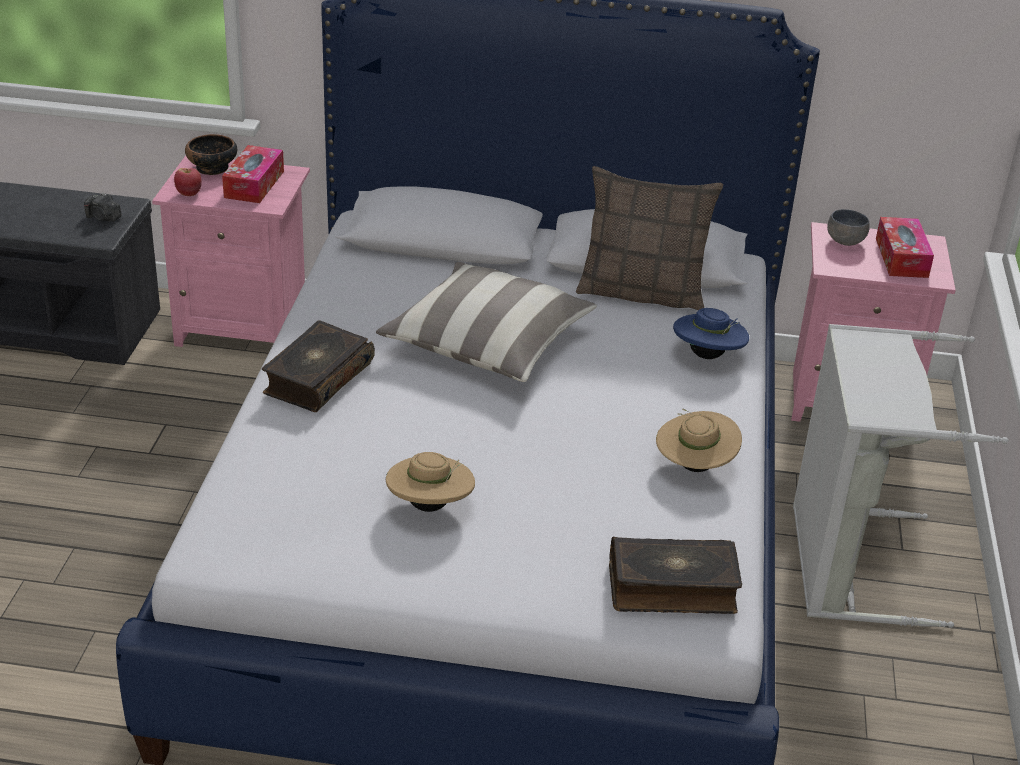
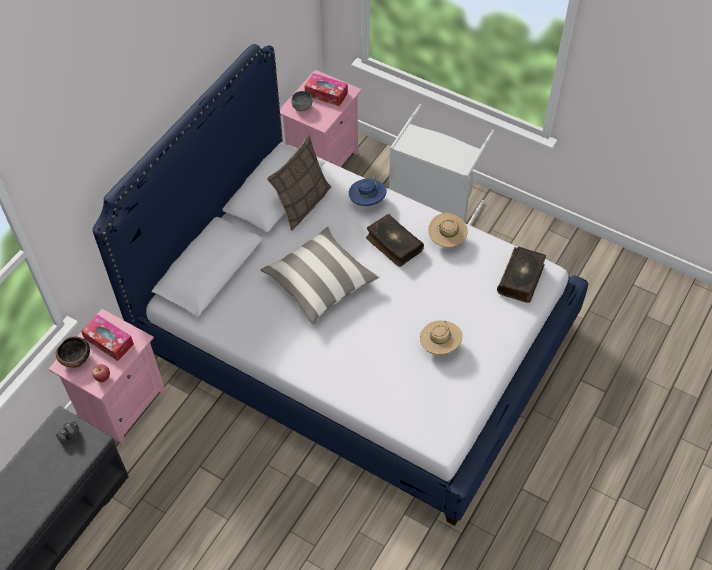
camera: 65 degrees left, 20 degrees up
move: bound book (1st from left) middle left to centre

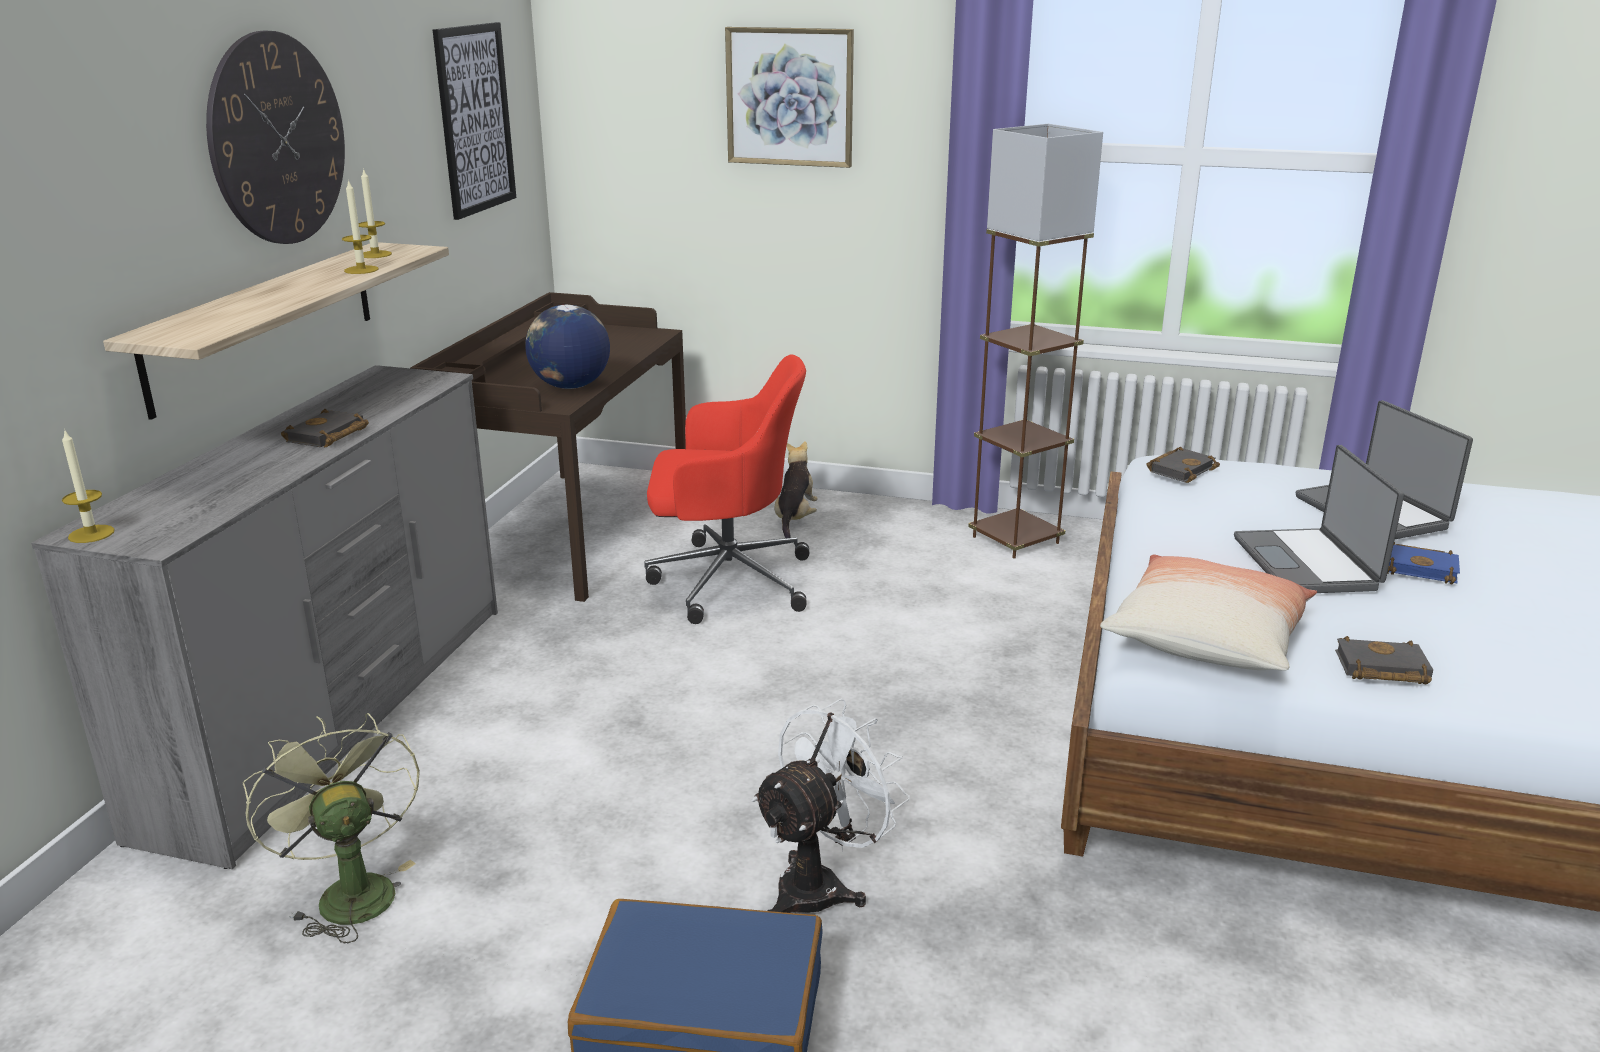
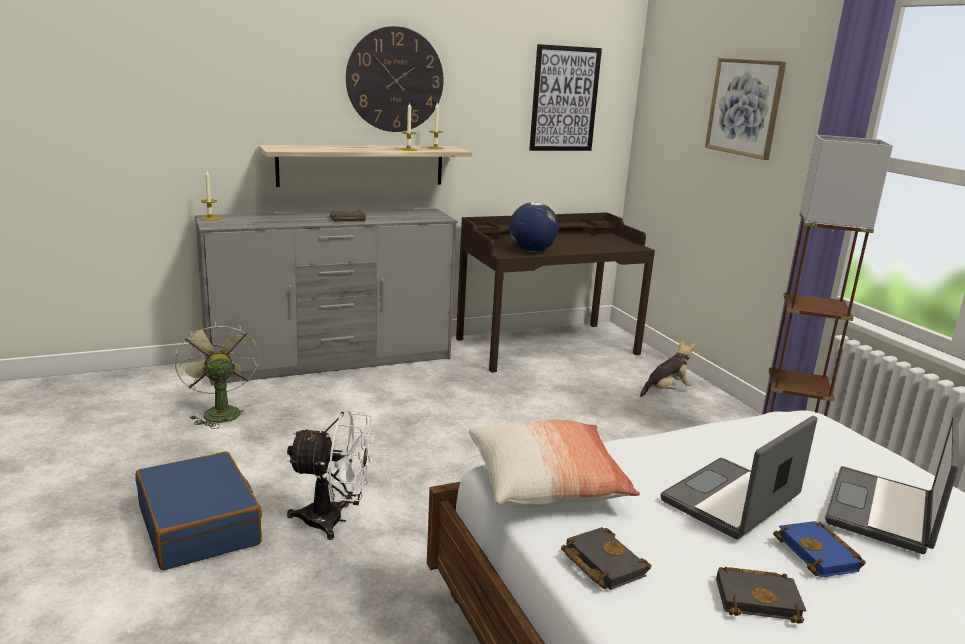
camera: 50 degrees right, 5 degrees down
delete: red office chair centre
move: blackish bound book (2nd from left in the first image) middle right to blackish bound book (3rd from left) bottom right
rotate: greenish fan bottom left = middle left 45 degrees counterclockwise

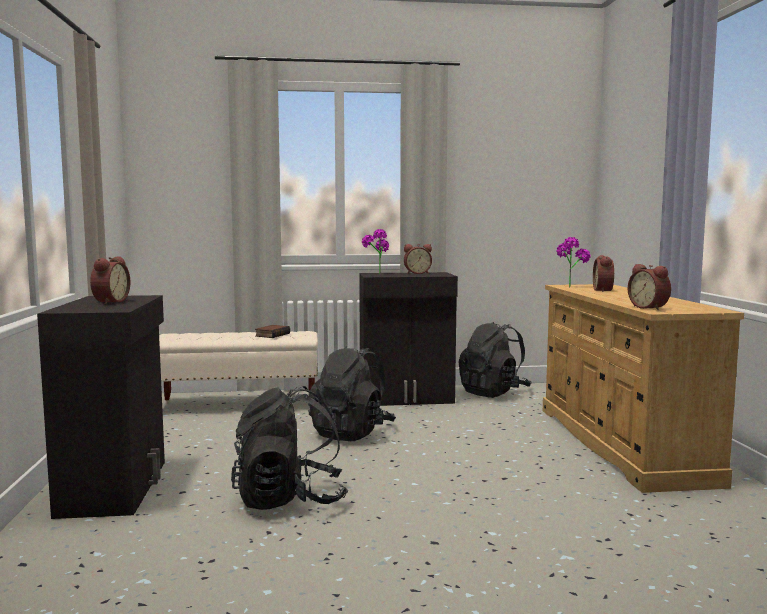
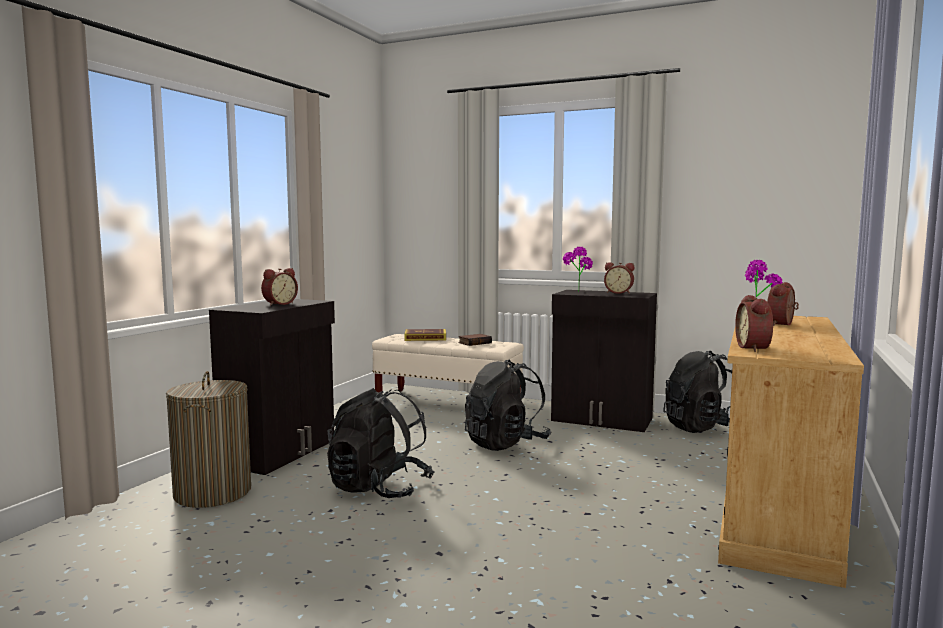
camera: 30 degrees right, 0 degrees up
insert: washing basket bottom left; bound book (1st from left) centre

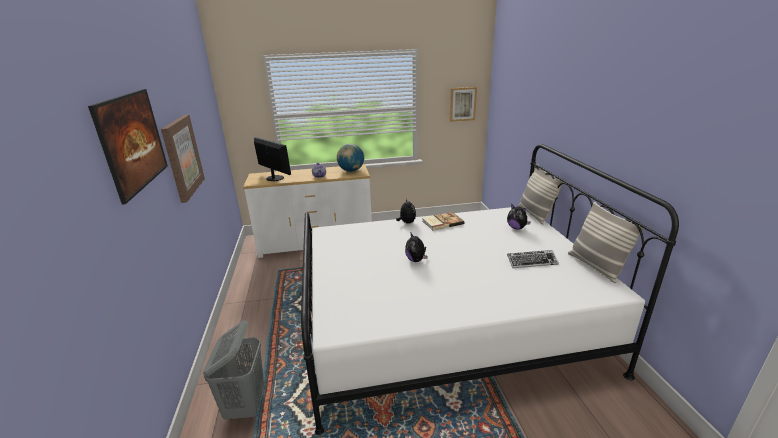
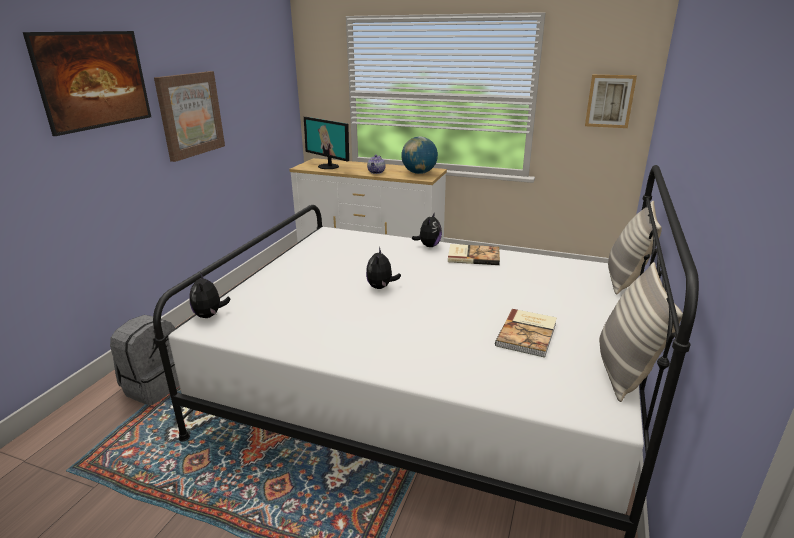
camera: 30 degrees right, 0 degrees up
move: plush toy (3rd from left in the first image) middle right to plush toy (1st from left) middle left
replace: grey washing basket bottom left to grey backpack bottom left; PC keyboard middle right to bound book (2nd from left) centre
rotate: computer display centre = top centre 150 degrees clockwise

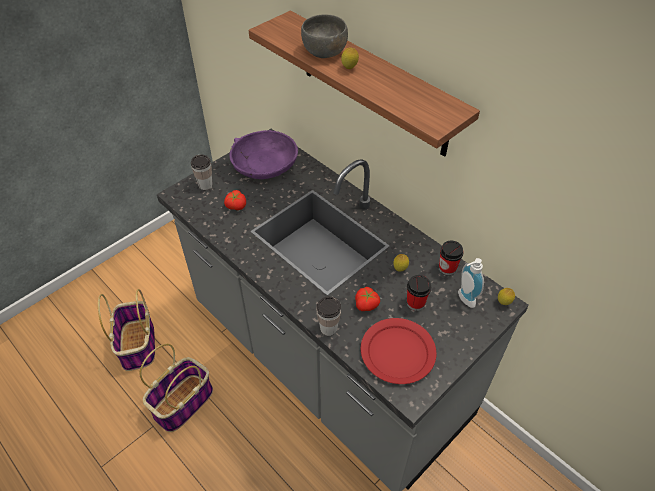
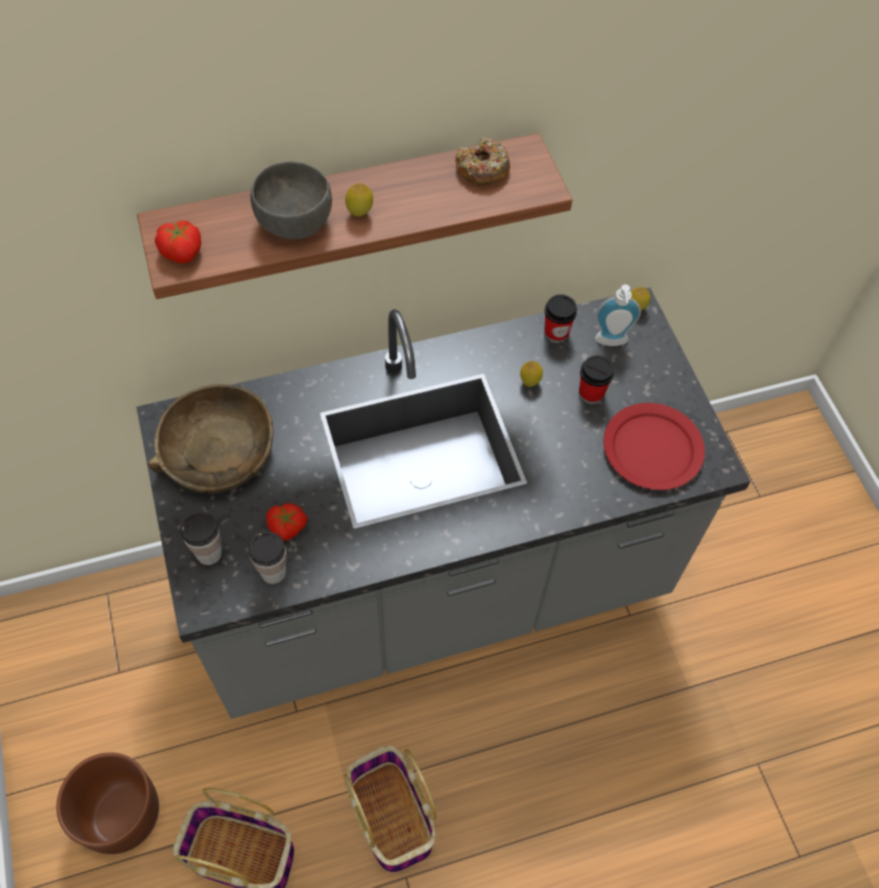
camera: 65 degrees left, 10 degrees up
insert: brown planter bottom left; ring doughnut top centre
move: small cup (2nd from left) centre to middle left; tomato (2nd from left in the first image) centre to tomato (1st from left) top left
recolor: purplish serving bowl top centre to brown serving bowl middle left

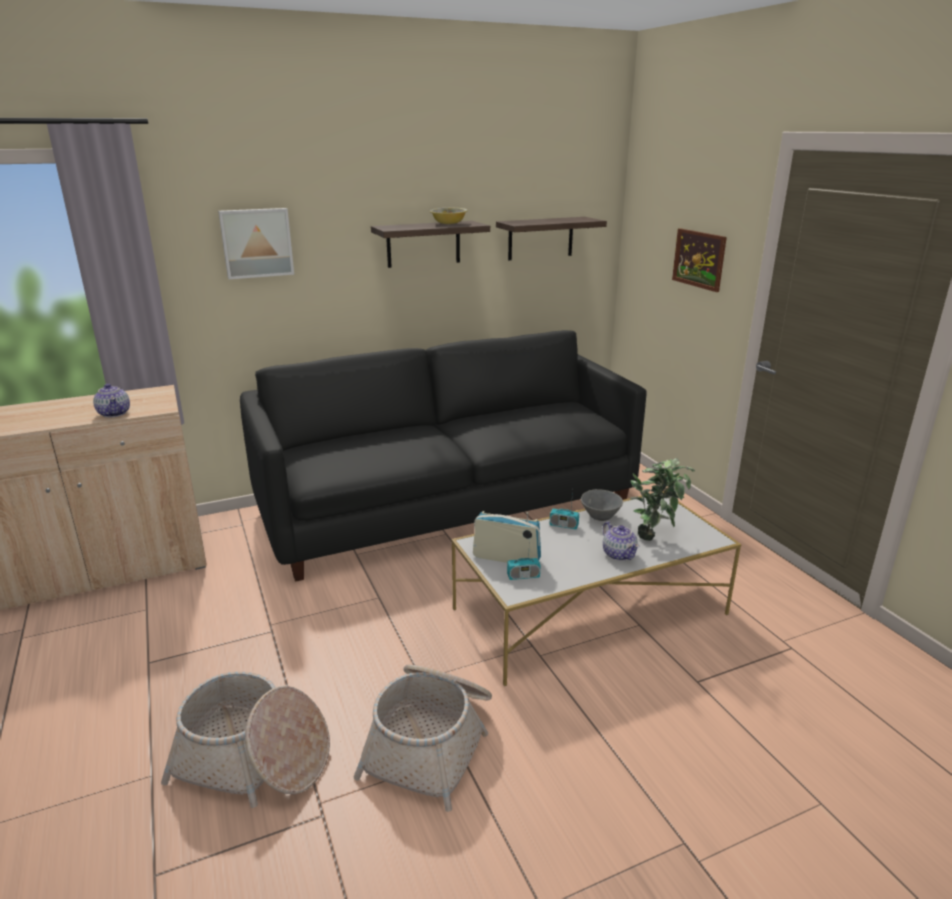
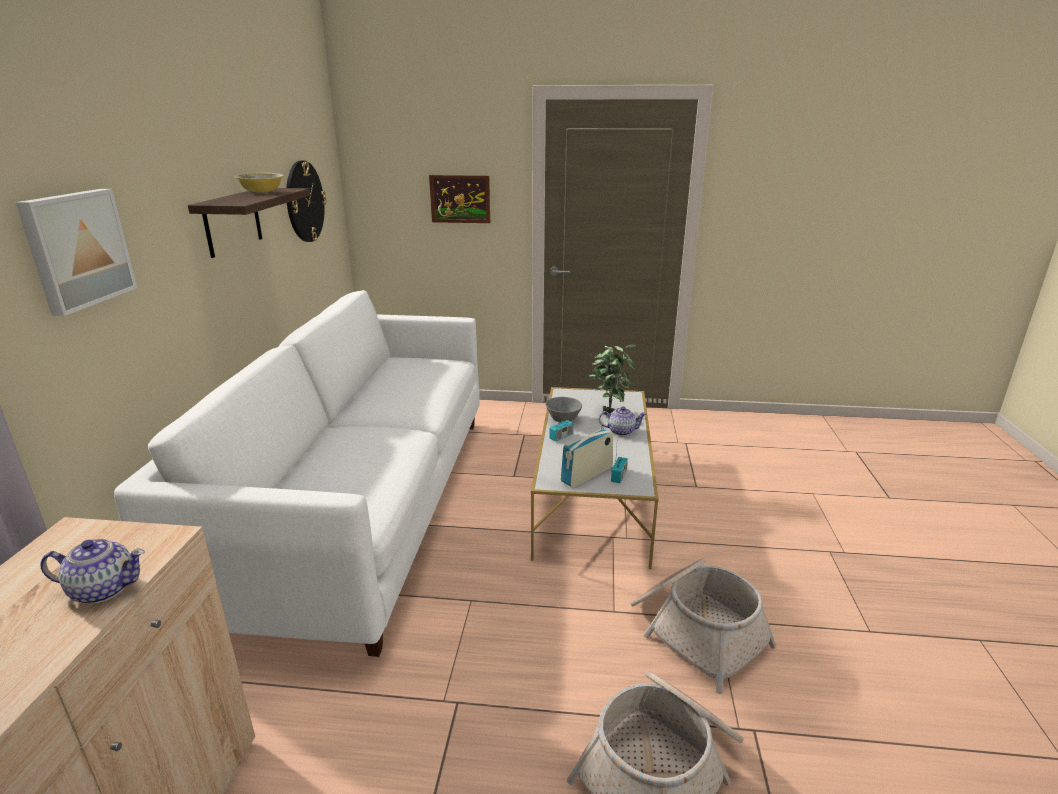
camera: 60 degrees left, 0 degrees up
replace: bracket shelf (2nd from left) top centre to clock on the wall top left
recolor: blackish settee centre to whitish settee middle left

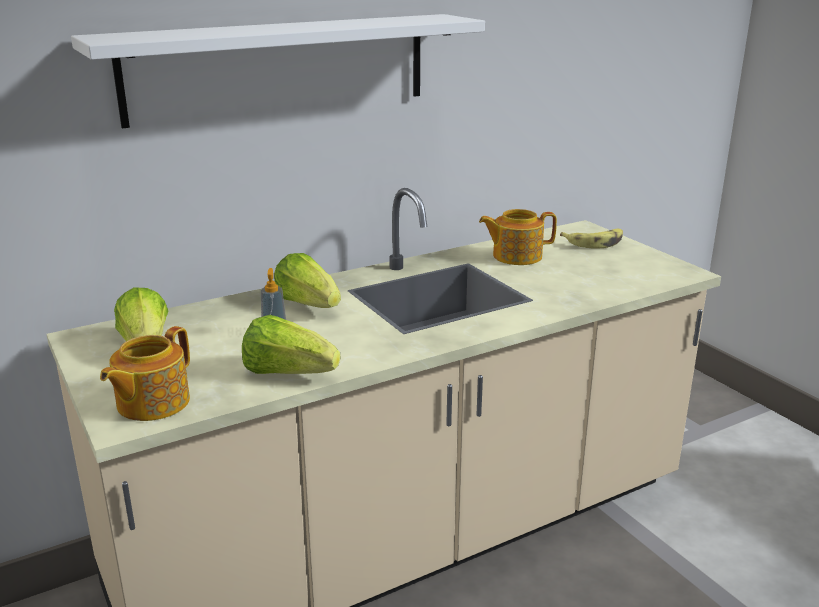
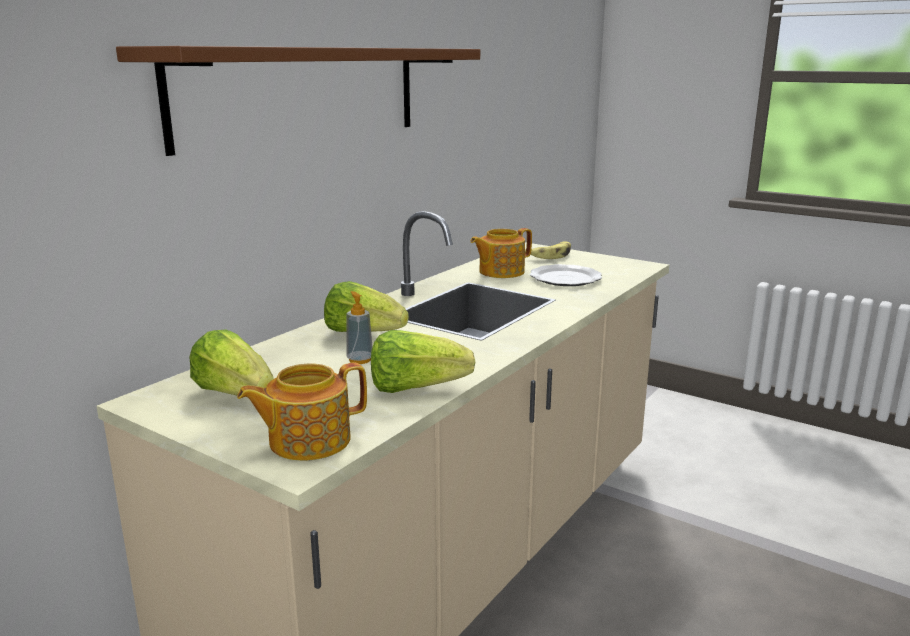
camera: 25 degrees left, 5 degrees down
insert: flat dish centre
recolor: whitish bracket shelf top centre to brown bracket shelf top left
rotate: tea pot (1st from left) middle left = middle left 60 degrees clockwise

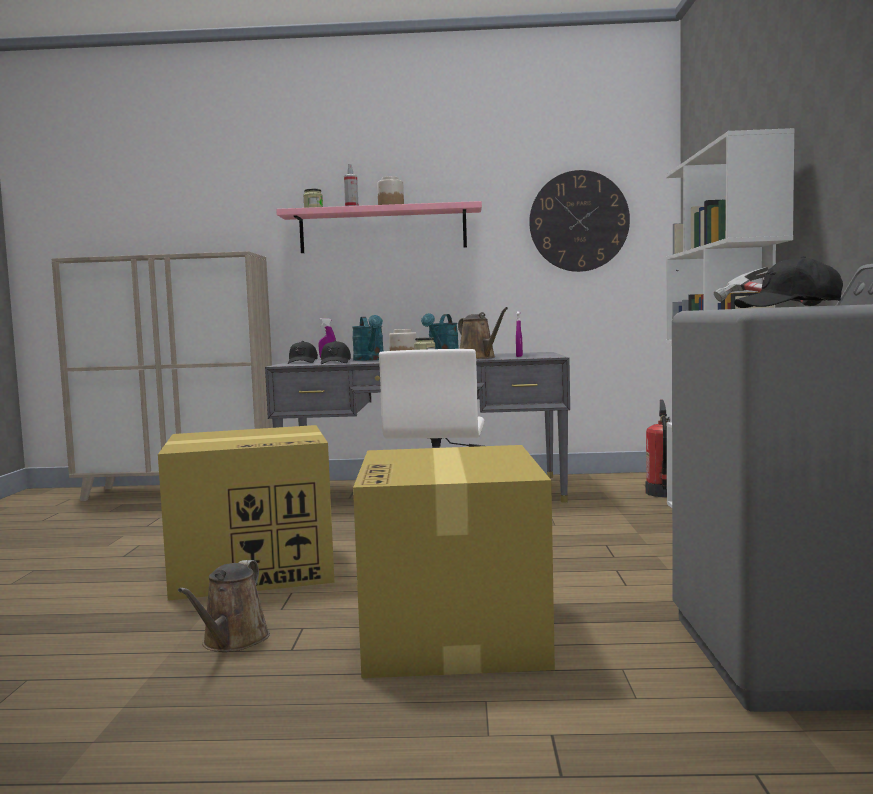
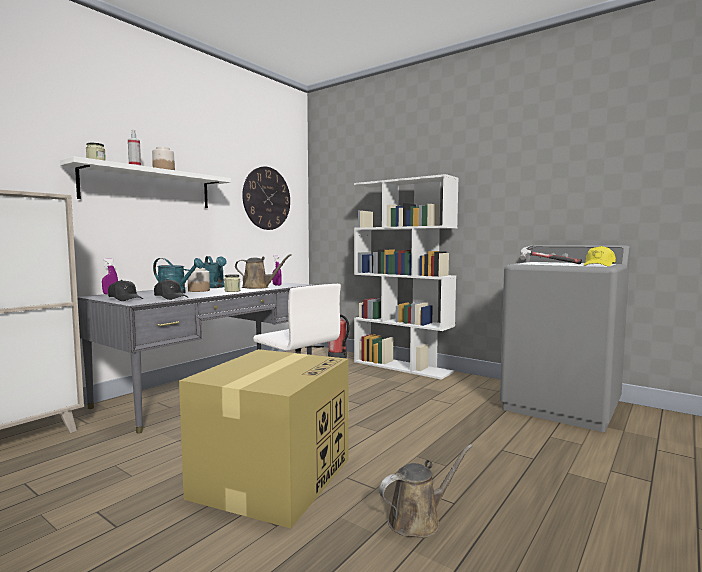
camera: 55 degrees left, 0 degrees up
delete: packing box (2nd from left) bottom centre
recolor: pink bracket shelf top centre to whitish bracket shelf top left; blackish cap (3rd from left) middle right to yellow-coloured cap middle right
rotate: brown sprinkling can (1st from left in the first image) bottom left = bottom centre 75 degrees counterclockwise

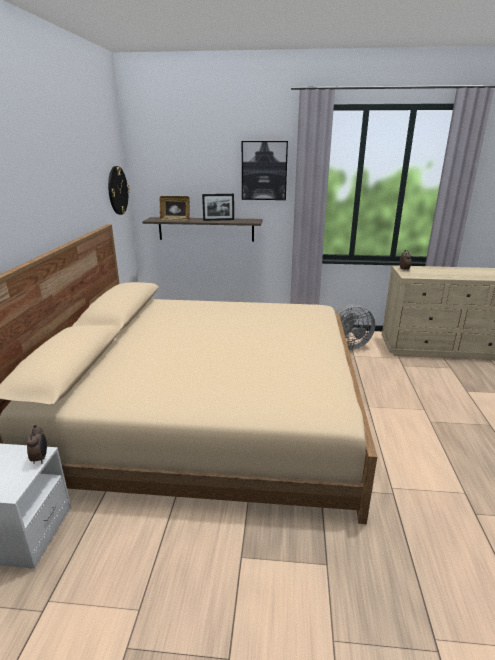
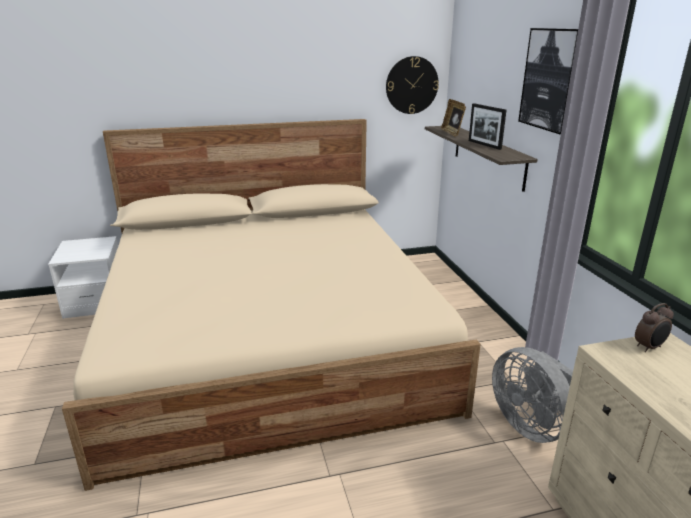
camera: 70 degrees right, 0 degrees up
delete: bedside clock (1st from left) bottom left

